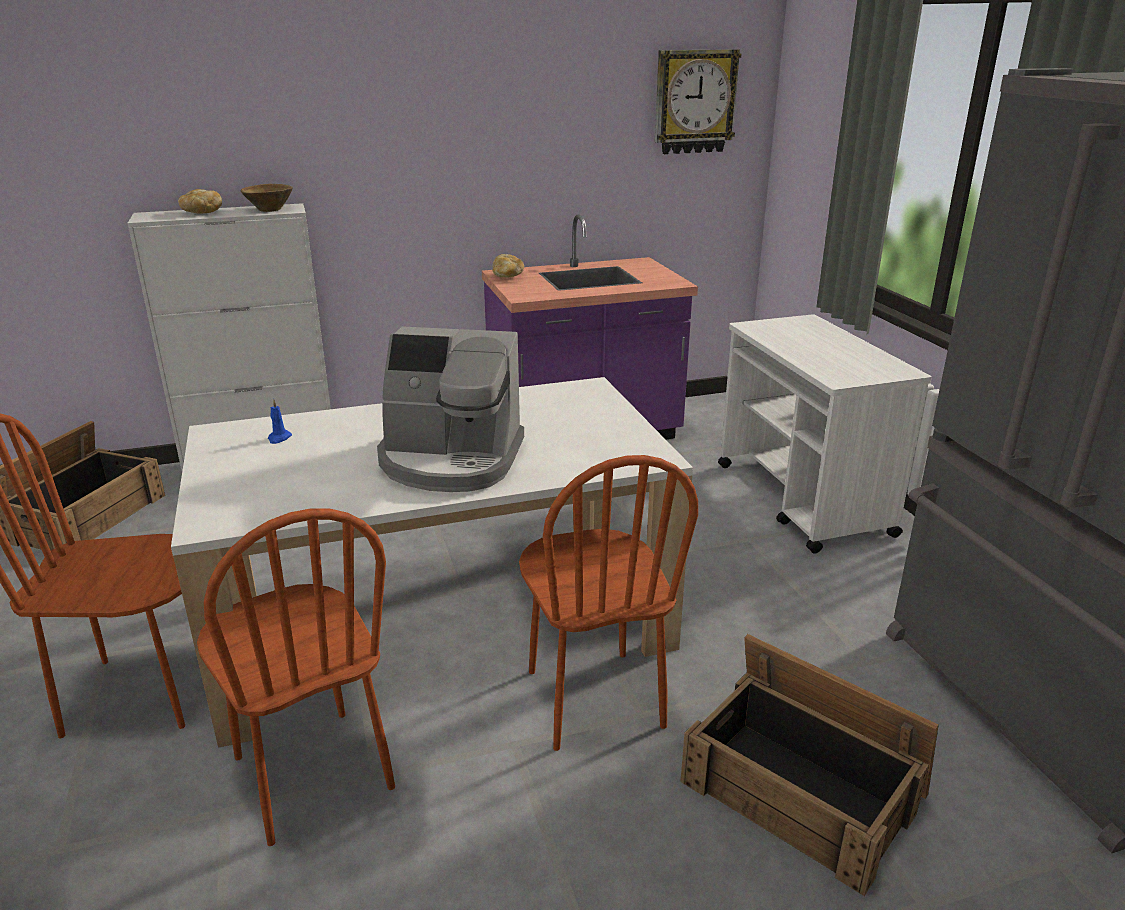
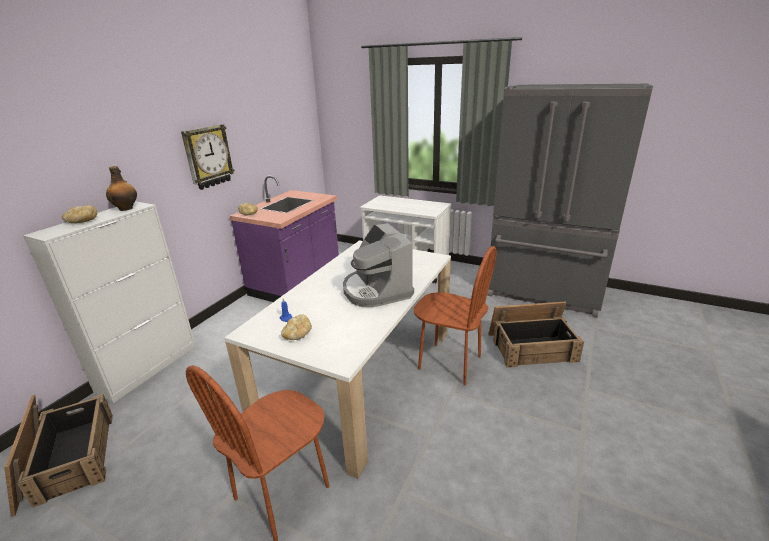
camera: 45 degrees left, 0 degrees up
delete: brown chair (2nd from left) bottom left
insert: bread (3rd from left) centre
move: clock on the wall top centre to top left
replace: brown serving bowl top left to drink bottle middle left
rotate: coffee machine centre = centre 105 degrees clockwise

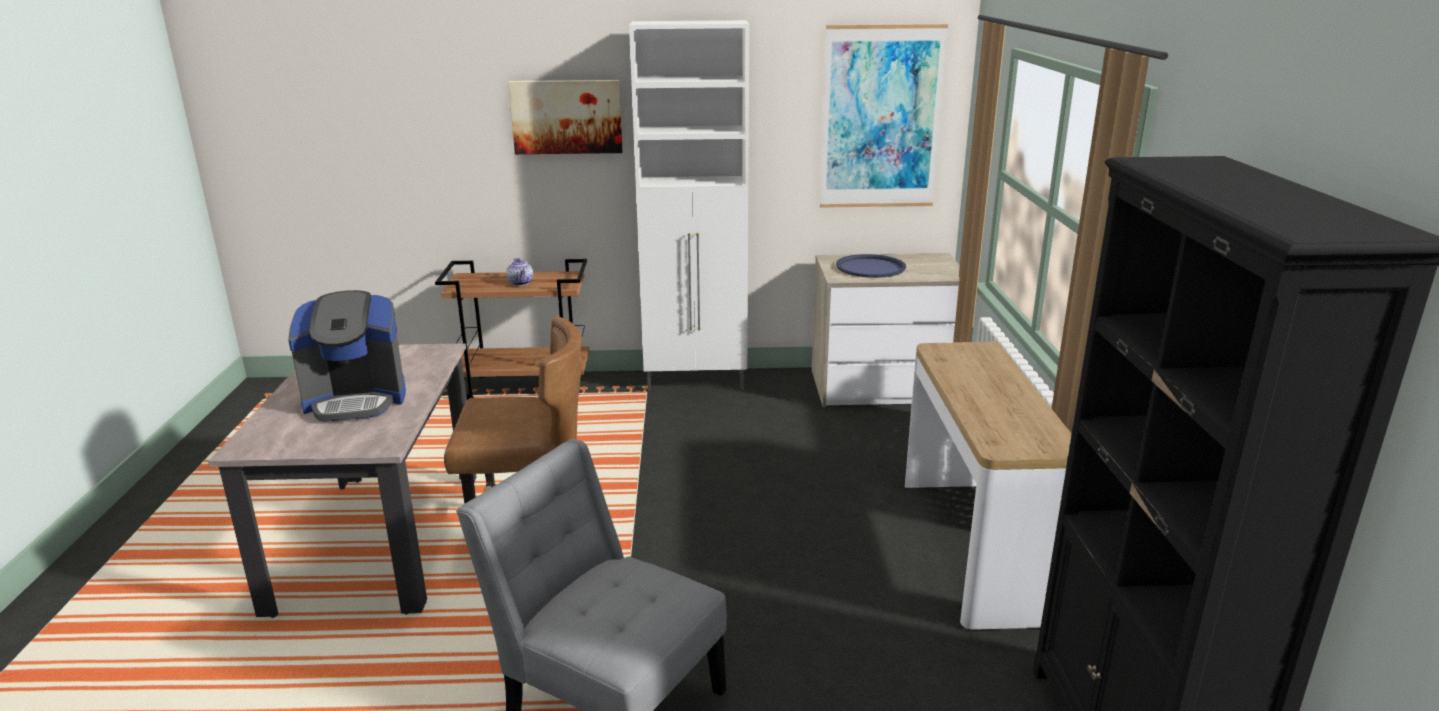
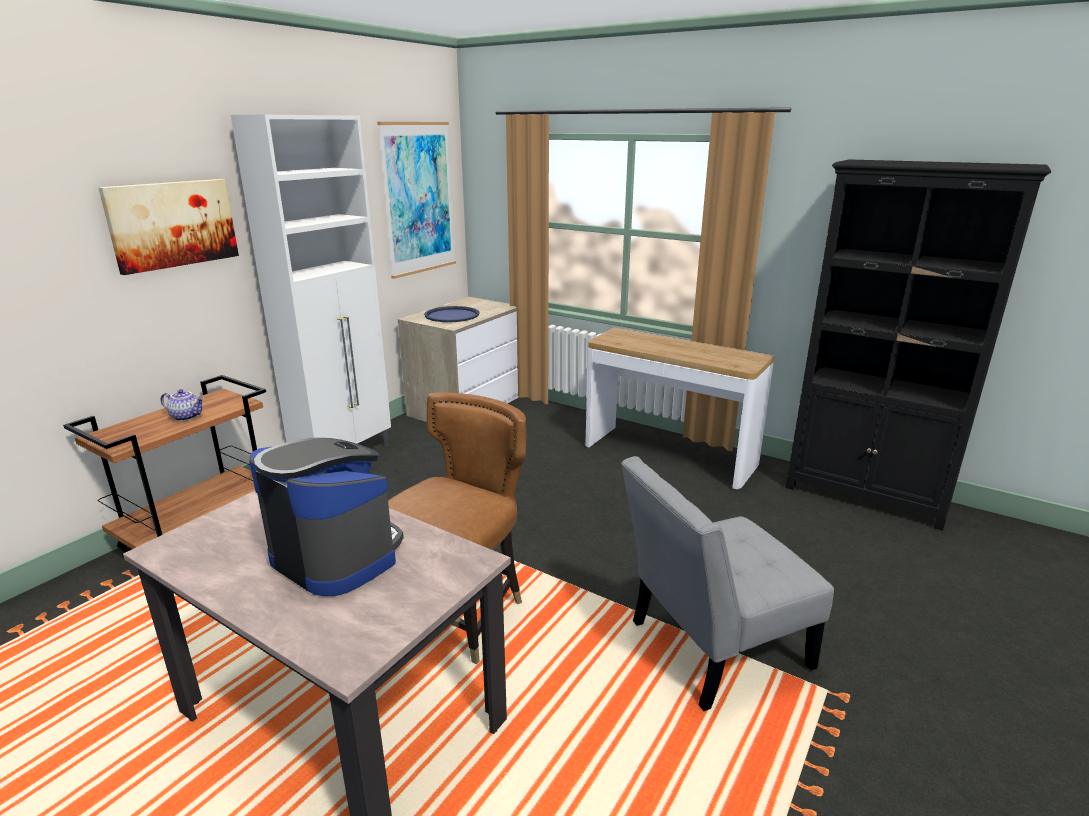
camera: 55 degrees left, 0 degrees up
rotate: coffee machine middle left = middle left 75 degrees counterclockwise

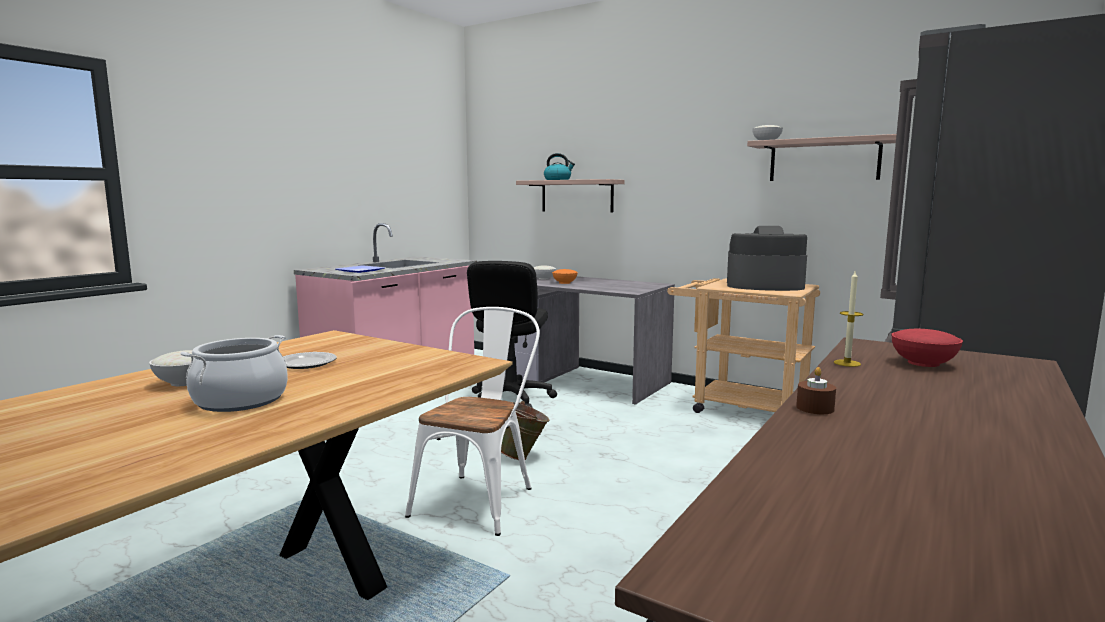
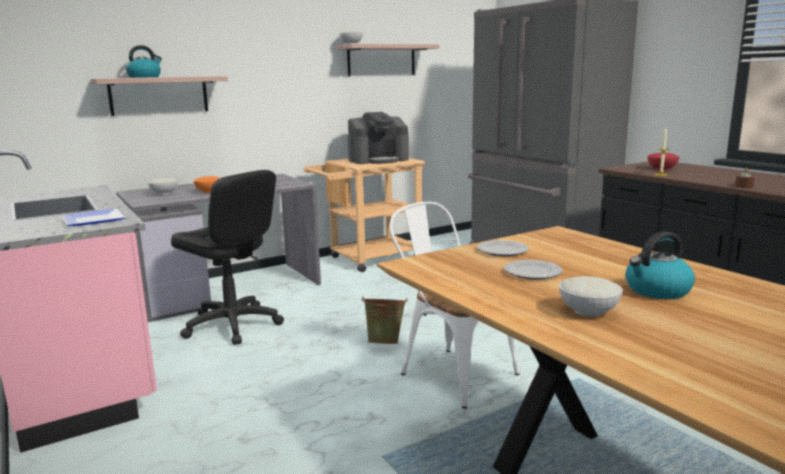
camera: 65 degrees left, 5 degrees up
insert: flat dish (2nd from left) centre
replace: cooking pot middle left to tea kettle (2nd from left) middle right
rotate: coffee machine middle right = top centre 150 degrees counterclockwise

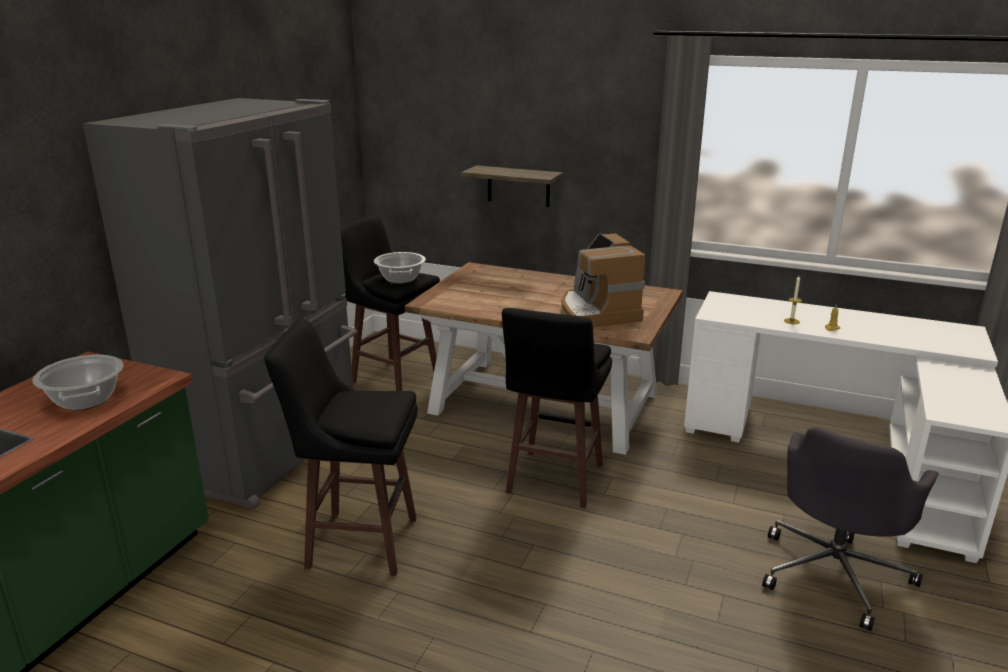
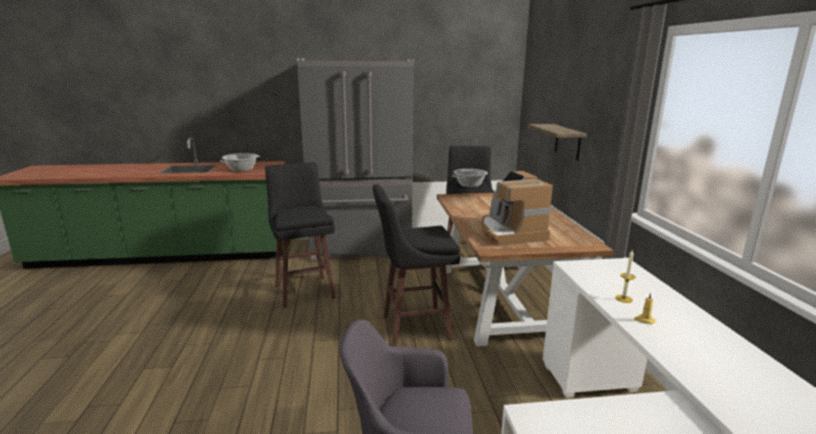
camera: 60 degrees right, 5 degrees down
rotate: coffee machine centre = centre 60 degrees counterclockwise

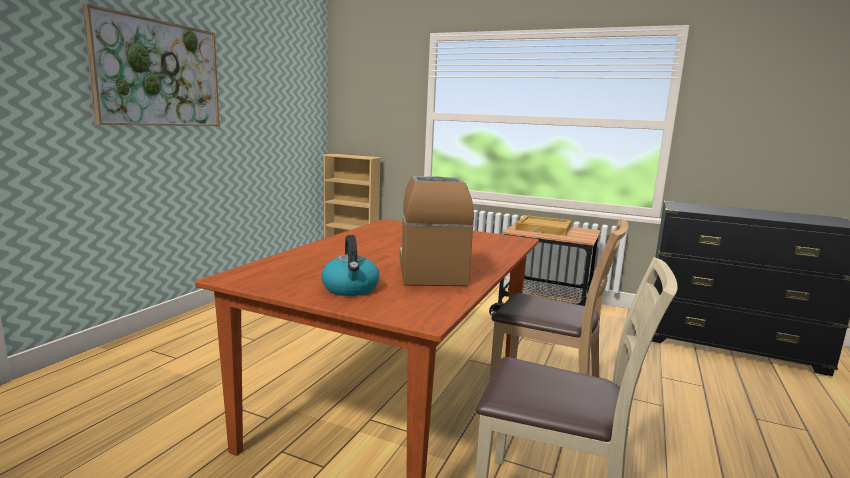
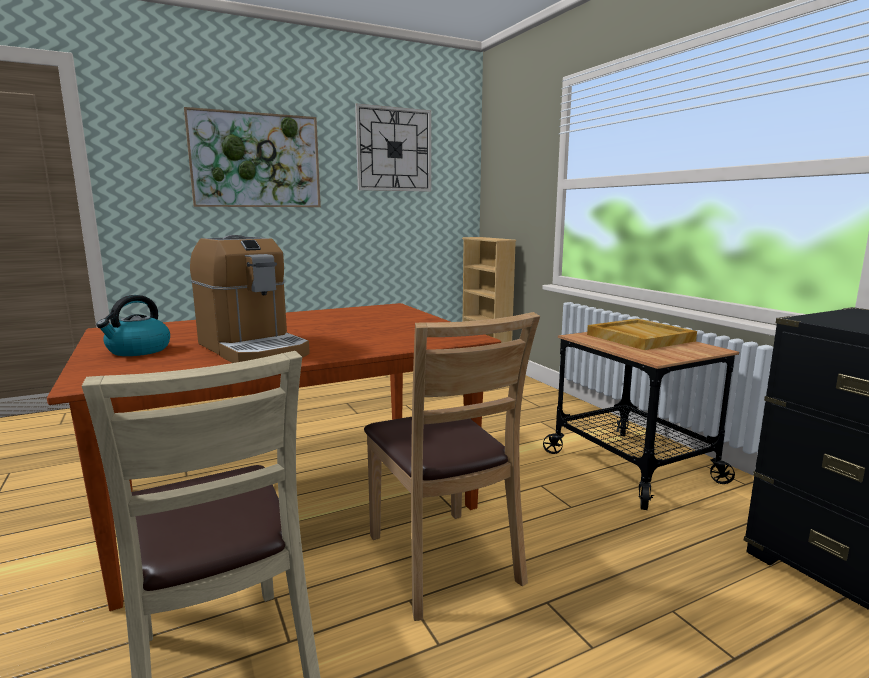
camera: 40 degrees right, 0 degrees up
insert: clock on the wall top centre
rotate: coffee machine centre = middle left 105 degrees clockwise

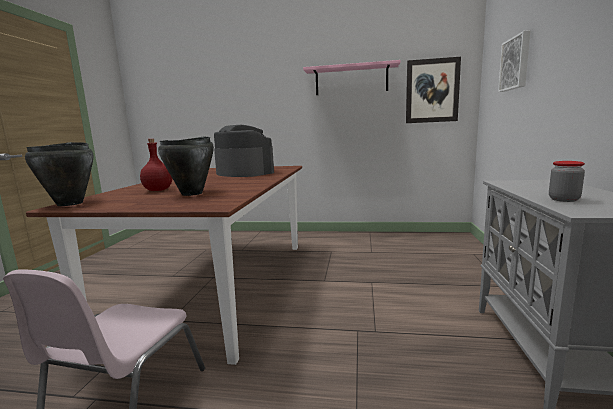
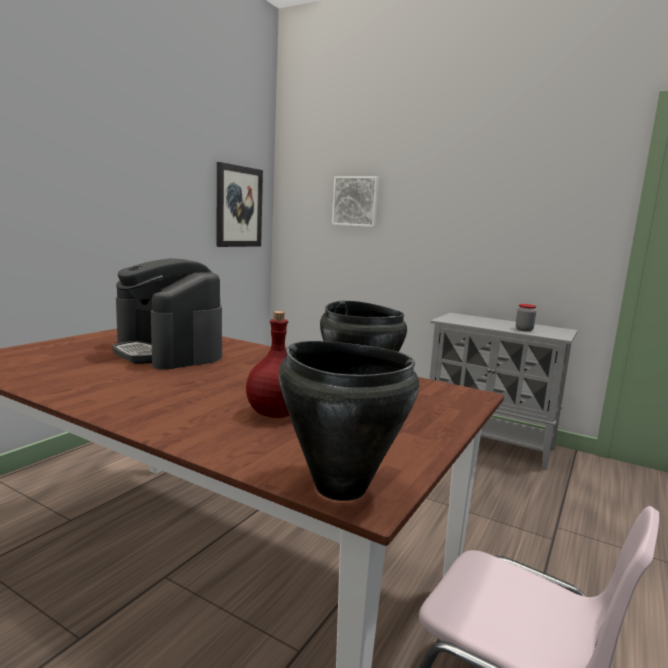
camera: 70 degrees left, 0 degrees up
delete: pink bracket shelf top centre
rotate: coffee machine centre = middle left 105 degrees counterclockwise

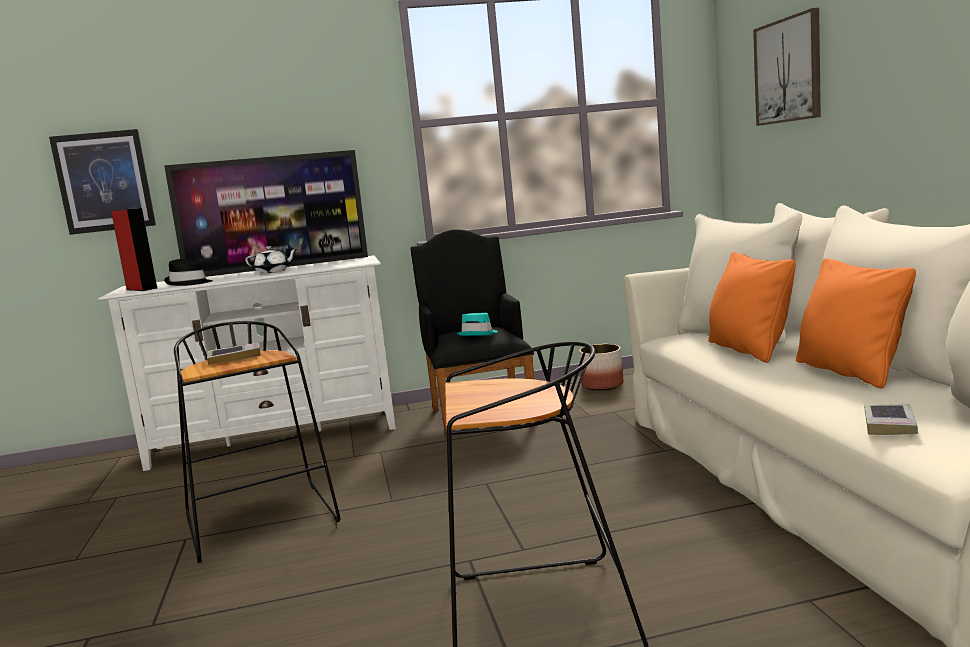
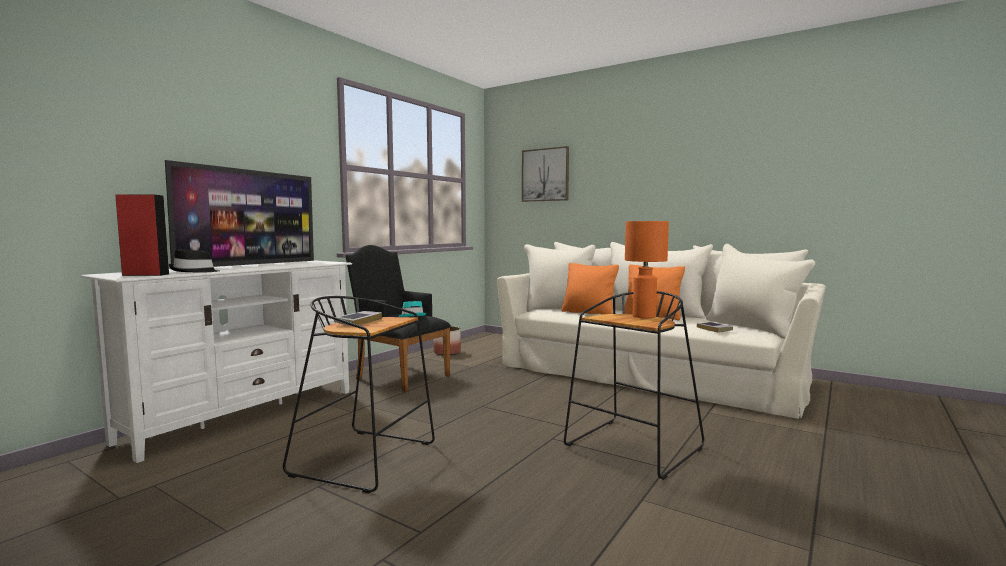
camera: 45 degrees left, 5 degrees down
delete: wall picture (1st from left) top left; whitish tea pot middle left
insert: orange tabletop lamp centre

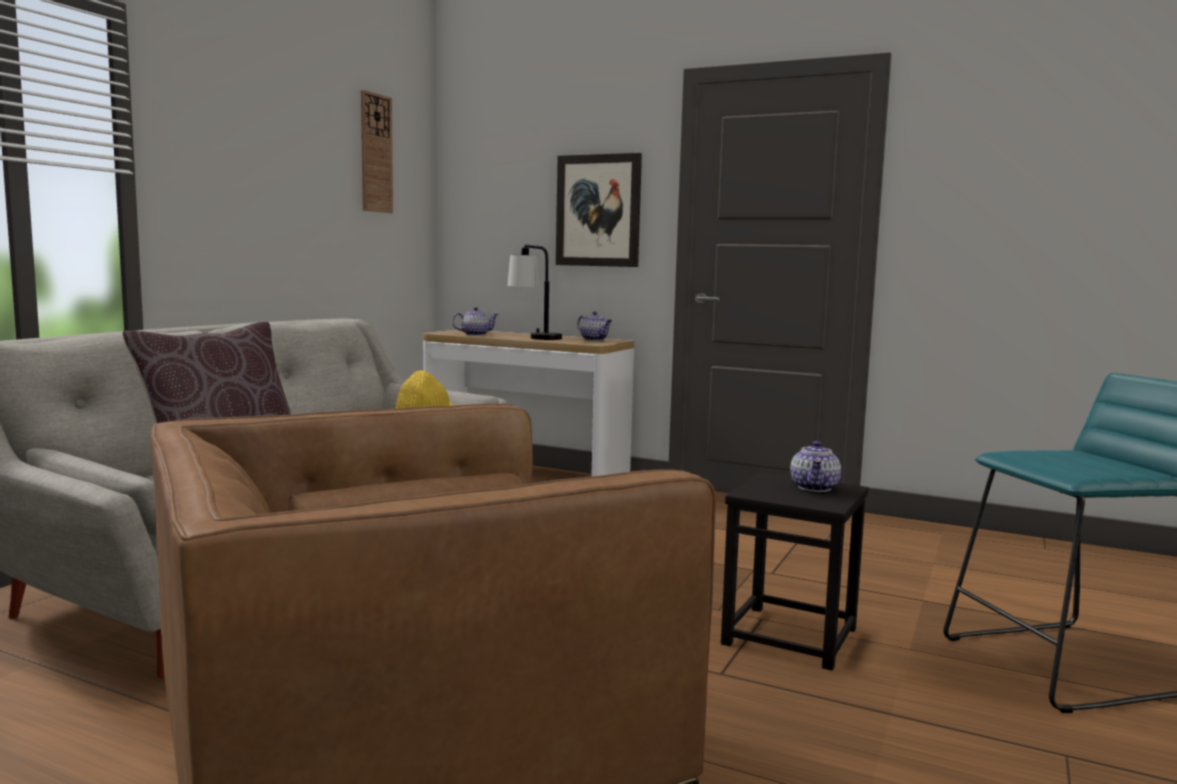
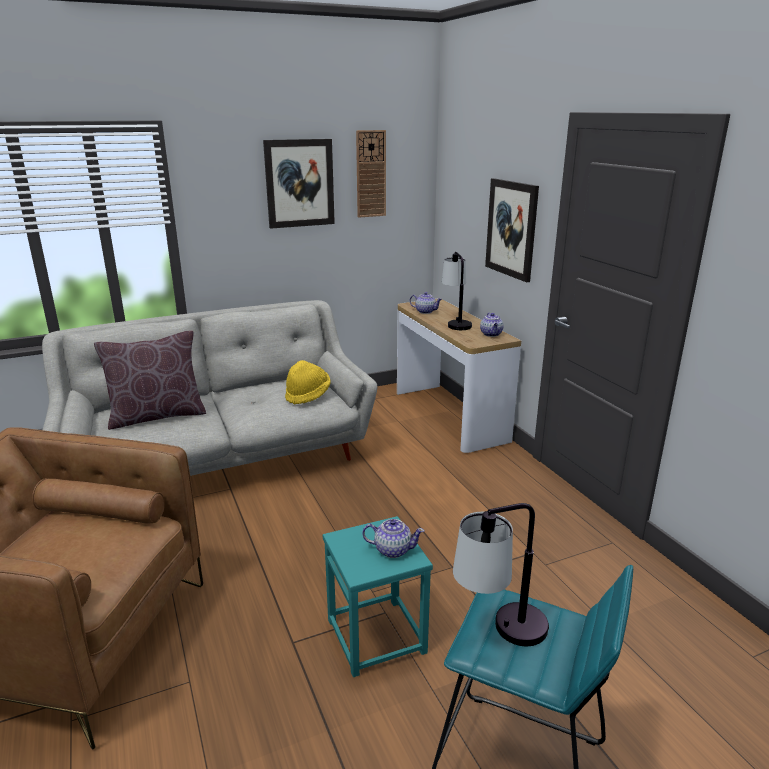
camera: 40 degrees right, 15 degrees up
insert: wall picture (1st from left) top centre; tabletop lamp (2nd from left) bottom centre
recolor: blackish sitting stool bottom right to turquoise sitting stool (1st from left) bottom centre
rotate: tea pot (3rd from left in the first image) middle right = bottom centre 135 degrees counterclockwise

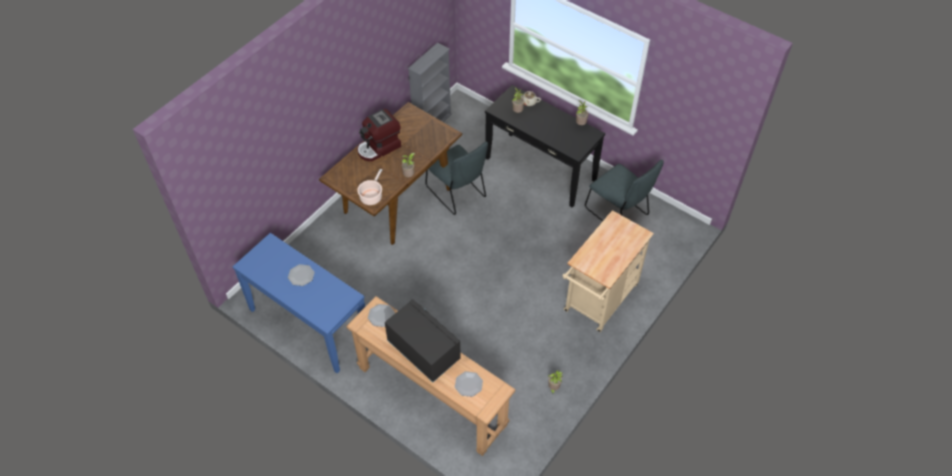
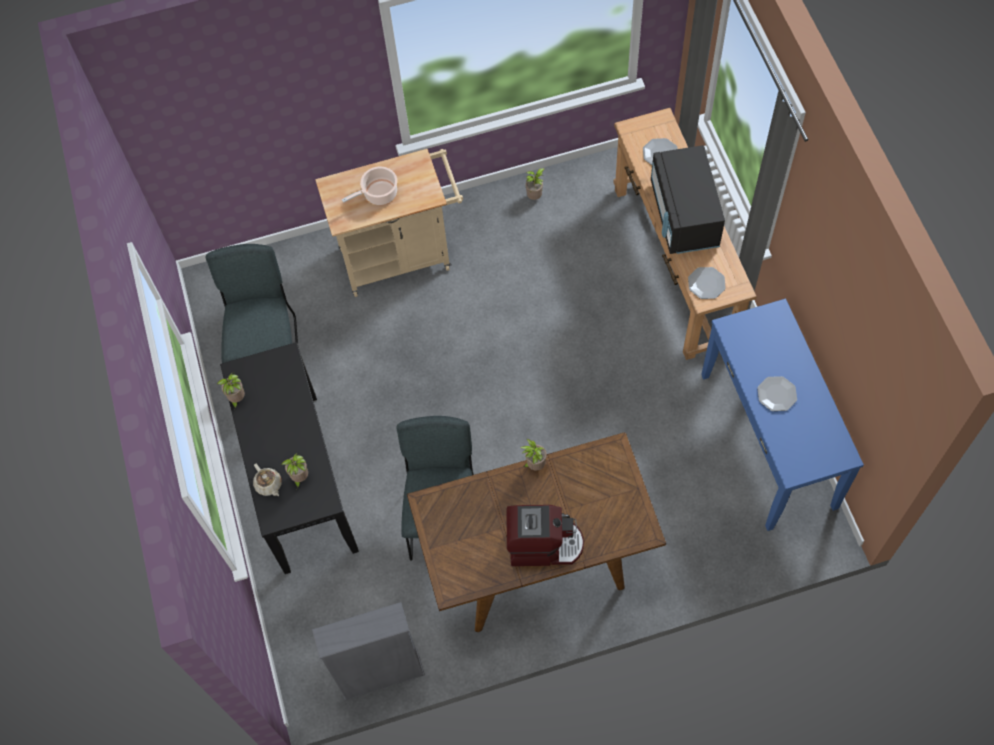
camera: 140 degrees left, 10 degrees up
move: cooking pot centre to top centre

